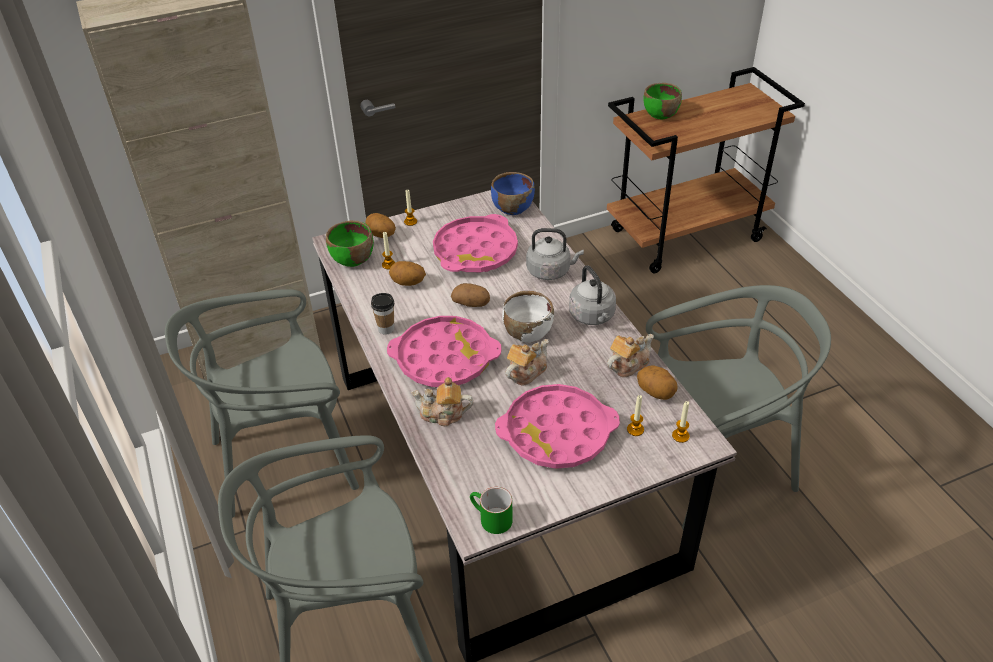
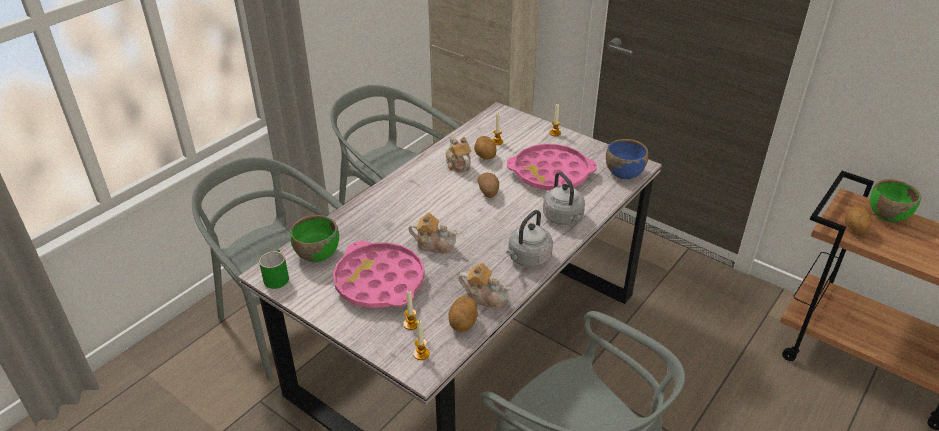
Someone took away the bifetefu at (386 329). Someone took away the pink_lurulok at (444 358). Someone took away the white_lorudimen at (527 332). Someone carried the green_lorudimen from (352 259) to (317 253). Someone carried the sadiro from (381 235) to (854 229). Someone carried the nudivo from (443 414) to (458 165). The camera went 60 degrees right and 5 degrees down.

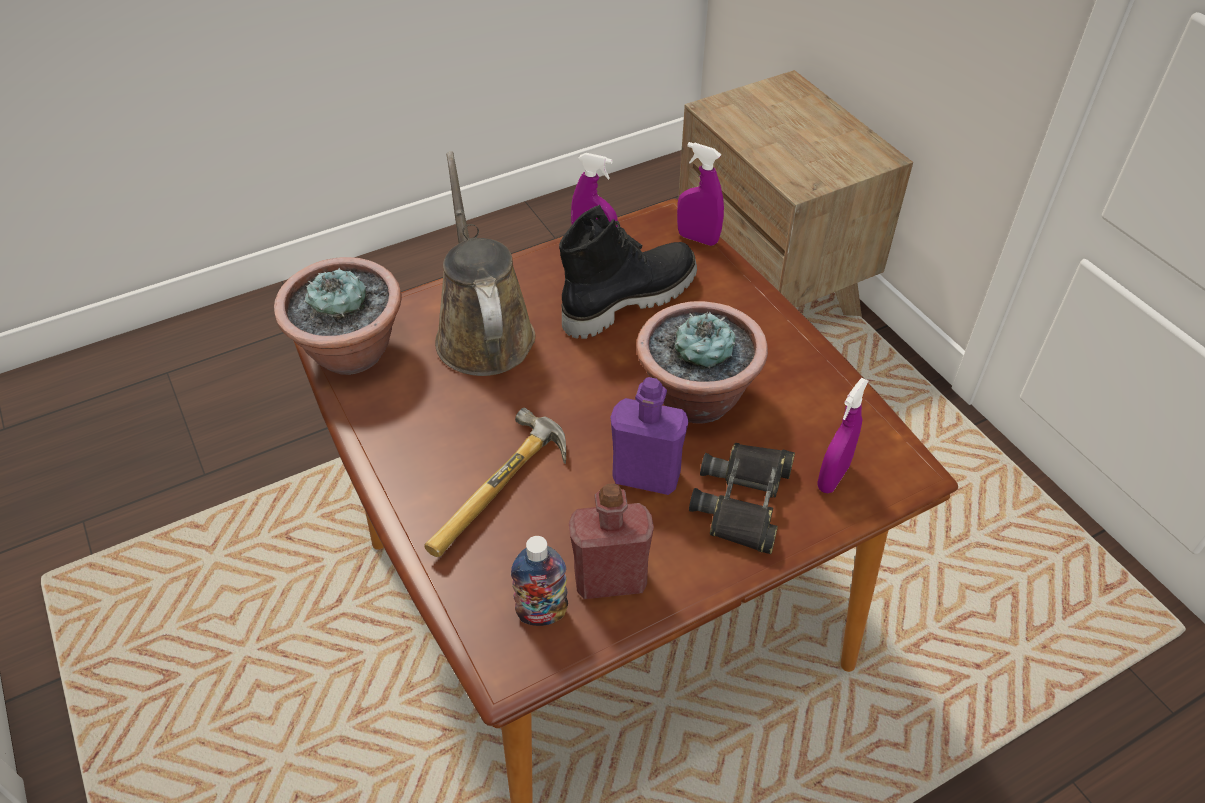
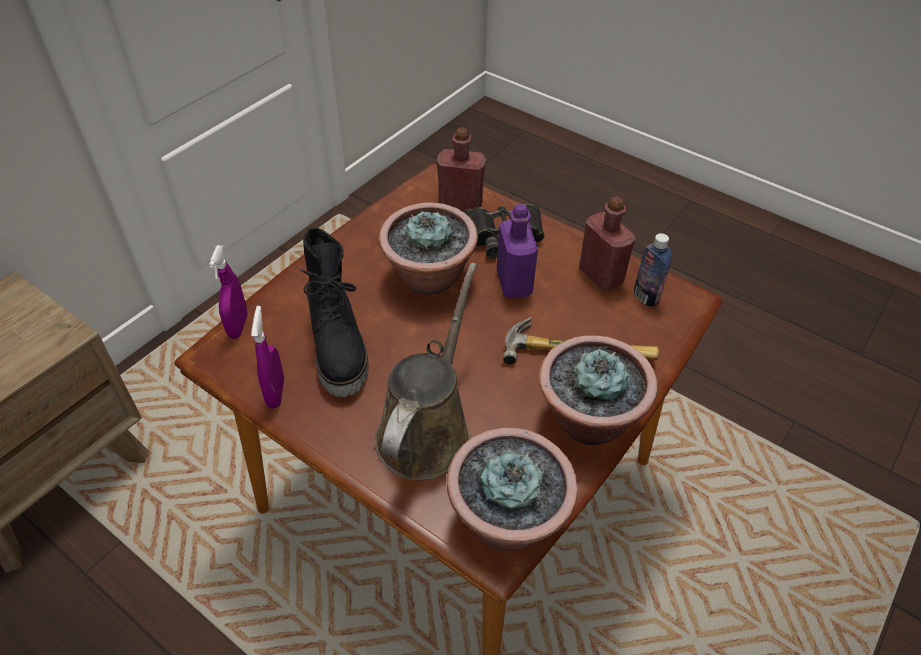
Someone put down the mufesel at (587 420). Someone swapped the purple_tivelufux at (833 477) for the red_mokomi at (460 205). Someone rotated the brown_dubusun at (483 332) by 150 degrees clockwise. Someone rotated the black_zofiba at (628 299) by 135 degrees counterclockwise. The camera went 115 degrees left and 0 degrees up.

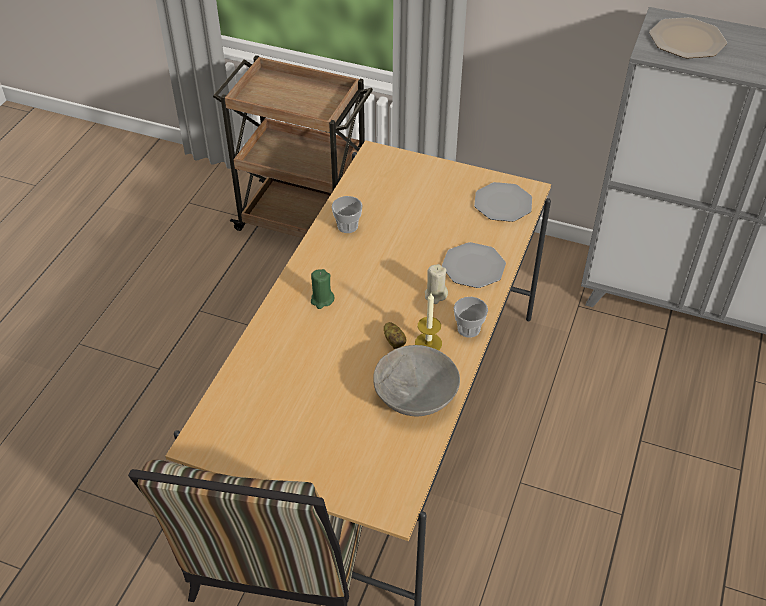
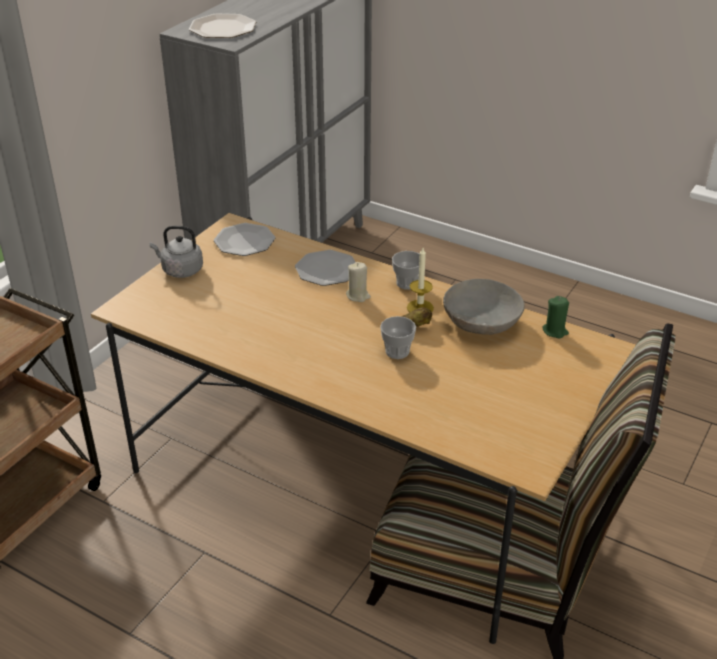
Someone put down the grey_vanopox at (180 270). Someone carried the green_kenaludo from (322 300) to (555 331). Someone carried the bifetefu from (347 226) to (397 351). The camera went 80 degrees left and 10 degrees down.

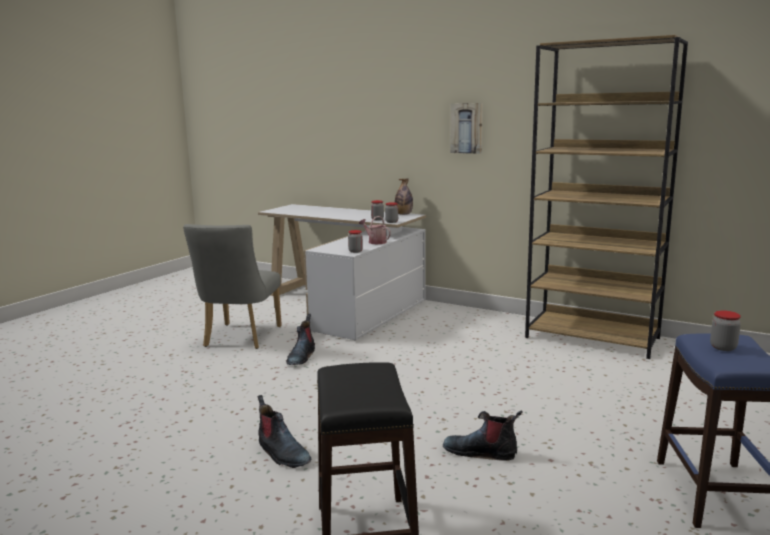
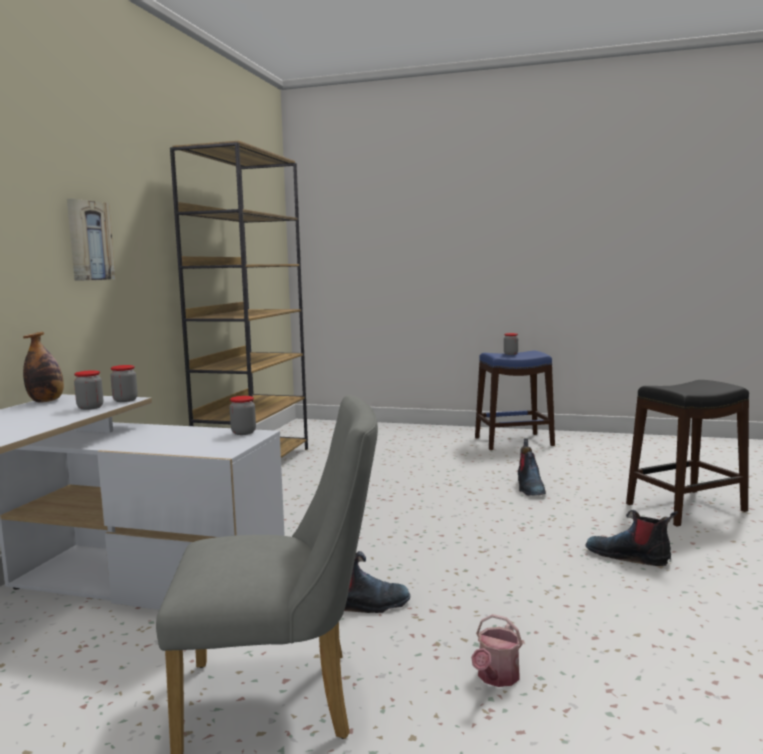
Someone carried the dubusun from (375 242) to (496 677). Someone rotated the zofiba at (282 453) by 90 degrees counterclockwise. The camera went 105 degrees left and 5 degrees down.

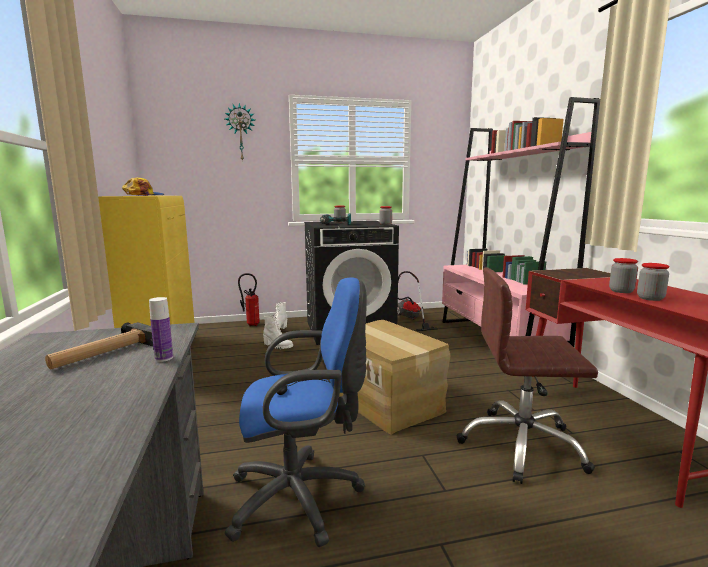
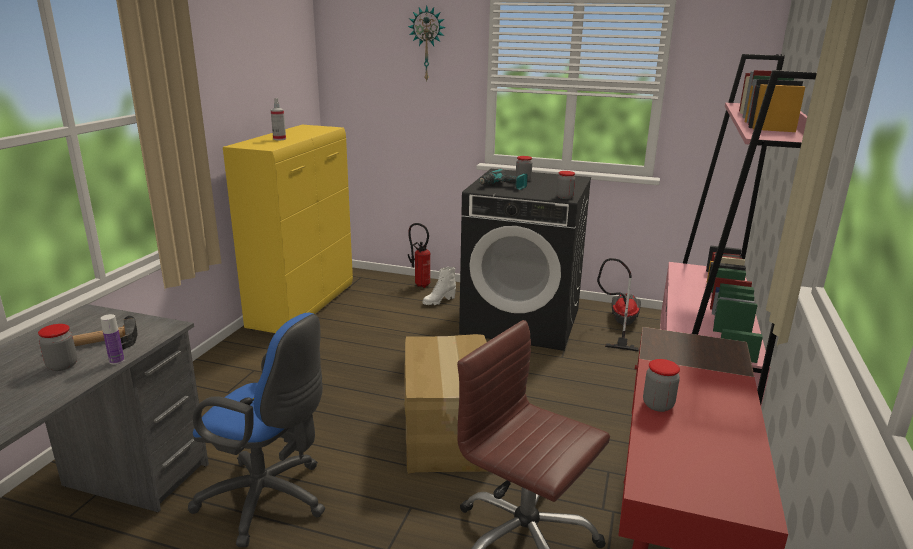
Someone took away the white_zofiba at (277 346). Someone carried the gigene from (650 298) to (62 365). Someone swapped the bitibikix at (143 195) for the tivelufux at (279 139). The camera went 30 degrees right and 10 degrees up.

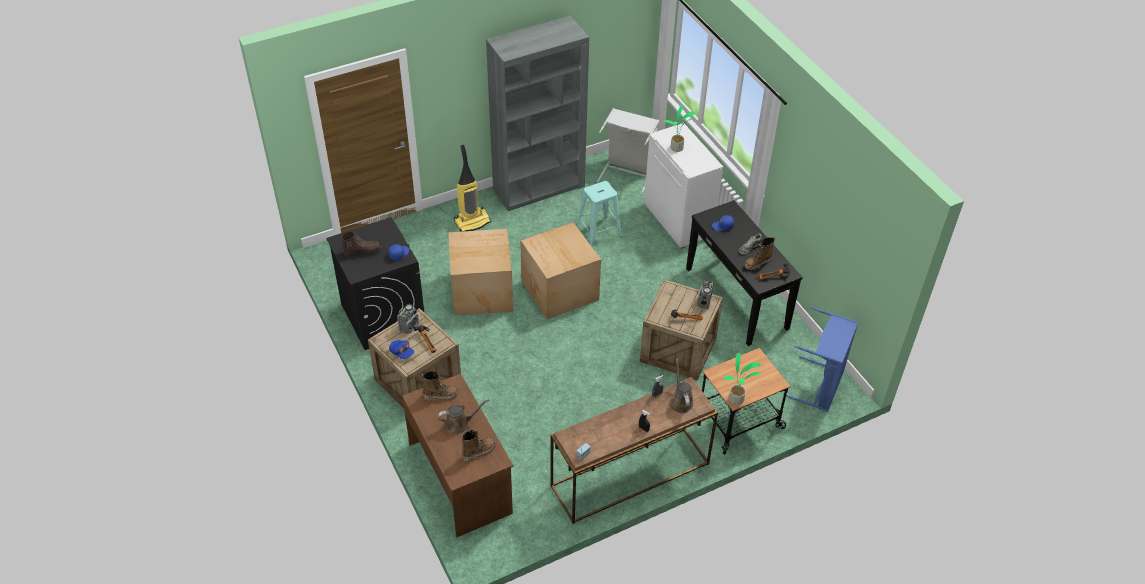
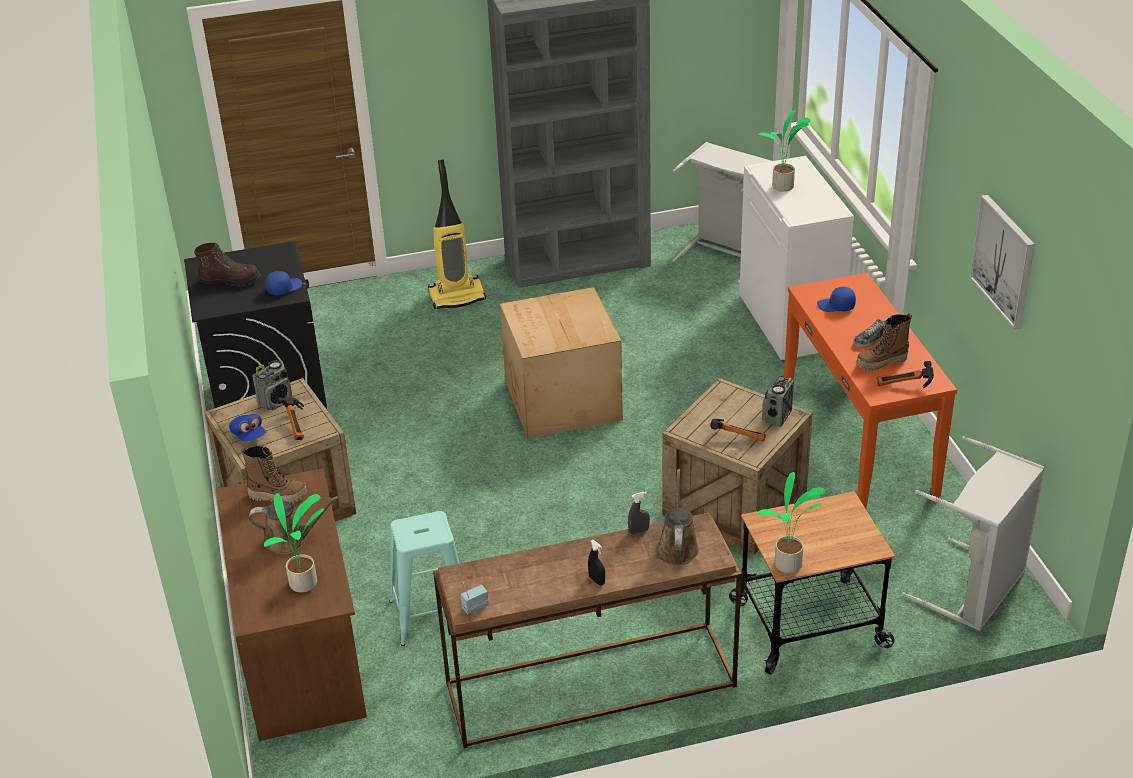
Someone took away the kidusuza at (481 291). Someone put up the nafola at (1004 261). Someone carried the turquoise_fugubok from (598 232) to (432 615). Someone swapped the zofiba at (479 451) for the mufesel at (305 584). Someone repainted the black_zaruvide at (737 298), which became the orange_zaruvide at (859 441). Someone repainted the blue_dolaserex at (820 386), which became the grey_dolaserex at (976 590). The camera went 15 degrees right and 10 degrees down.

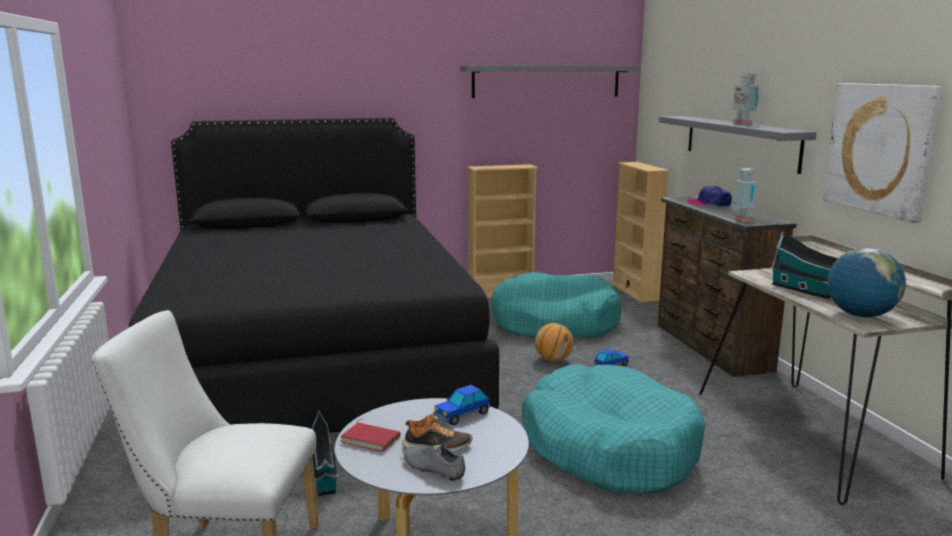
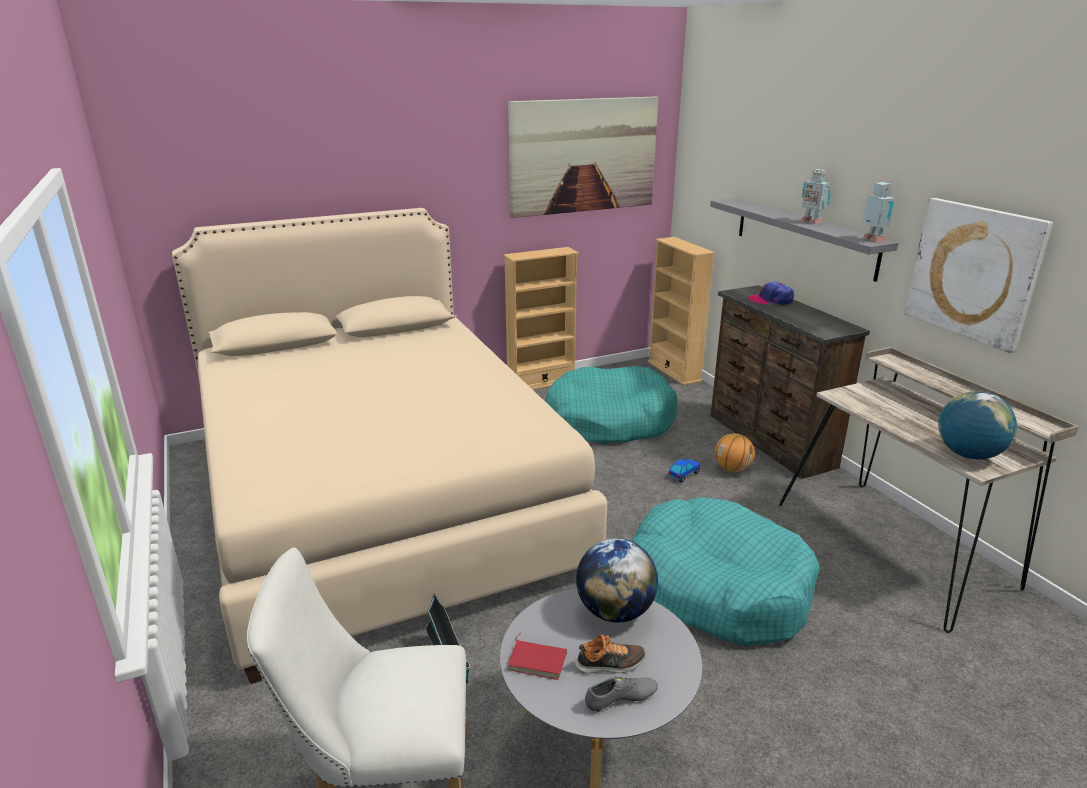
Someone took away the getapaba at (805 290). Someone carried the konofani from (553 360) to (732 469). Someone carried the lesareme from (742 221) to (873 240). Someone swapped the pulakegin at (462 415) for the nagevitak at (615 611). Someone swapped the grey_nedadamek at (546 81) for the nafola at (583 156). Someone repainted the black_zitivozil at (315 363), which became the beige_zitivozil at (379 500). Someone rotated the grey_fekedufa at (433 470) by 135 degrees clockwise. The camera went 10 degrees left and 10 degrees up.

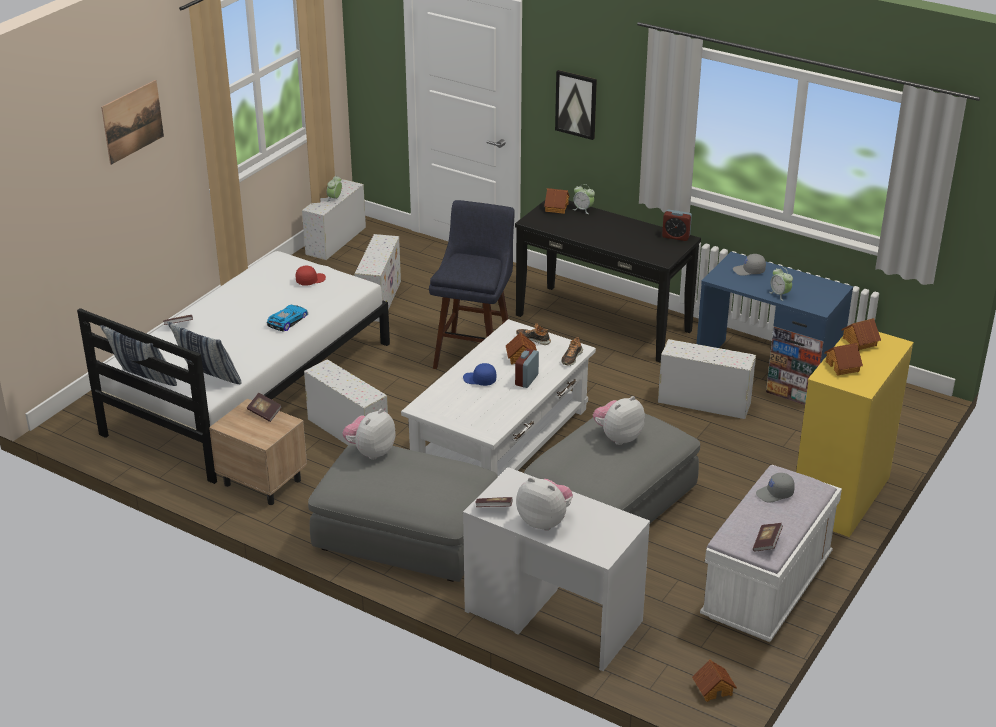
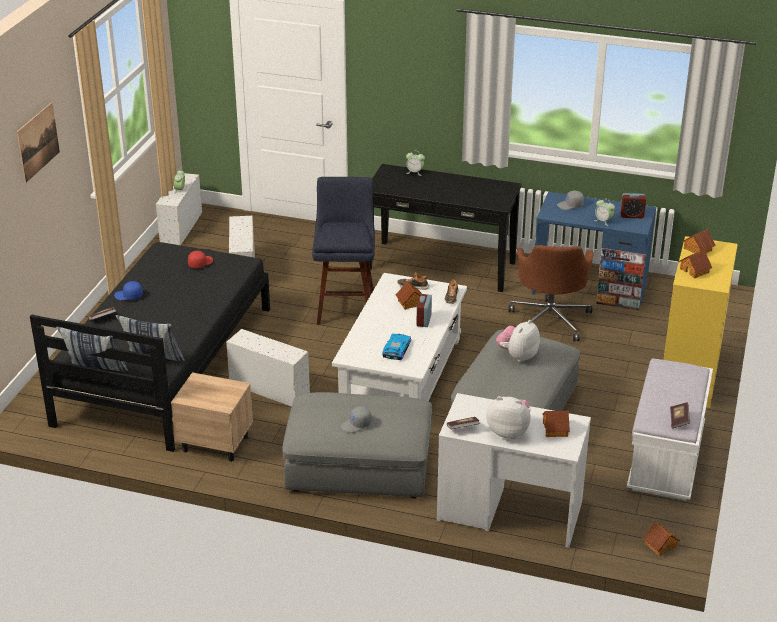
Someone took away the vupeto at (264 413). Someone took away the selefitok at (370 452). Someone took away the nafola at (576 104). Someone carried the pulakegin from (287 320) to (396 349). Someone carried the blue_bitibikix from (479 380) to (128 296). Someone carried the getapaba from (557 207) to (555 429). Someone carried the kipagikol from (676 236) to (632 215). Someone carried the grey_bitibikix from (775 494) to (356 425). Someone swapped the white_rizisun at (702 402) for the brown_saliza at (550 319). Someone repainted the white_zitivozil at (249 387), which became the black_zitivozil at (165 364). The camera went 15 degrees left and 0 degrees up.

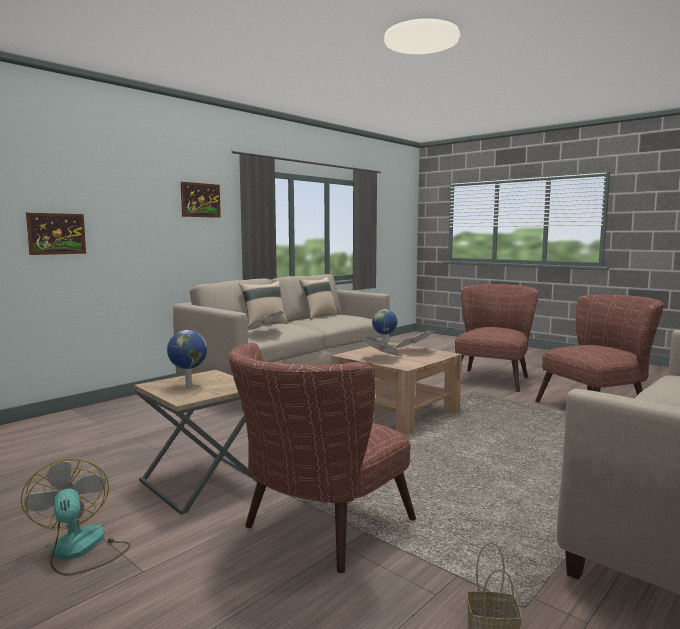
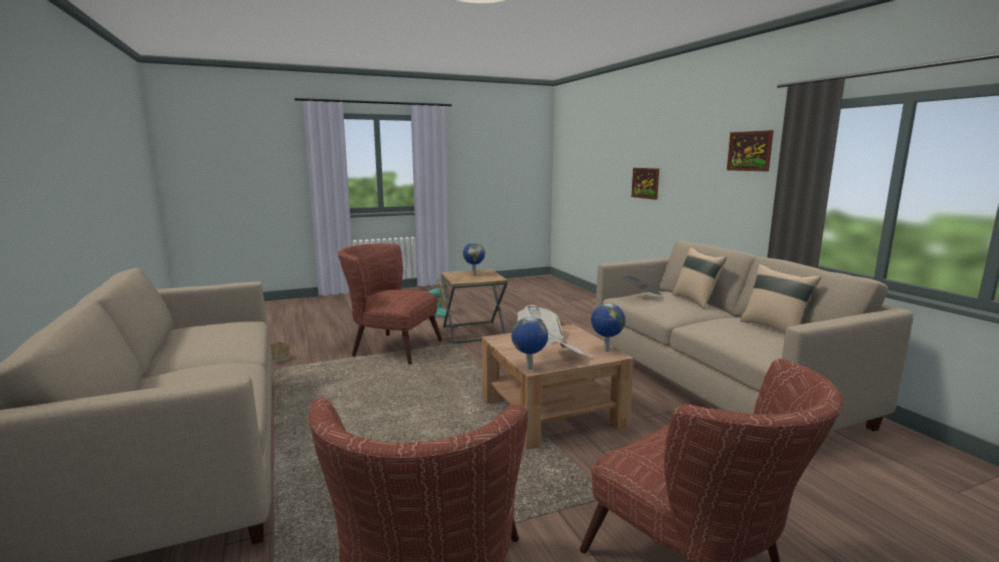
Someone put down the nagevitak at (529 369). Someone rotated the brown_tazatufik at (317 530) by 45 degrees counterclockwise. The camera went 115 degrees right and 5 degrees up.

